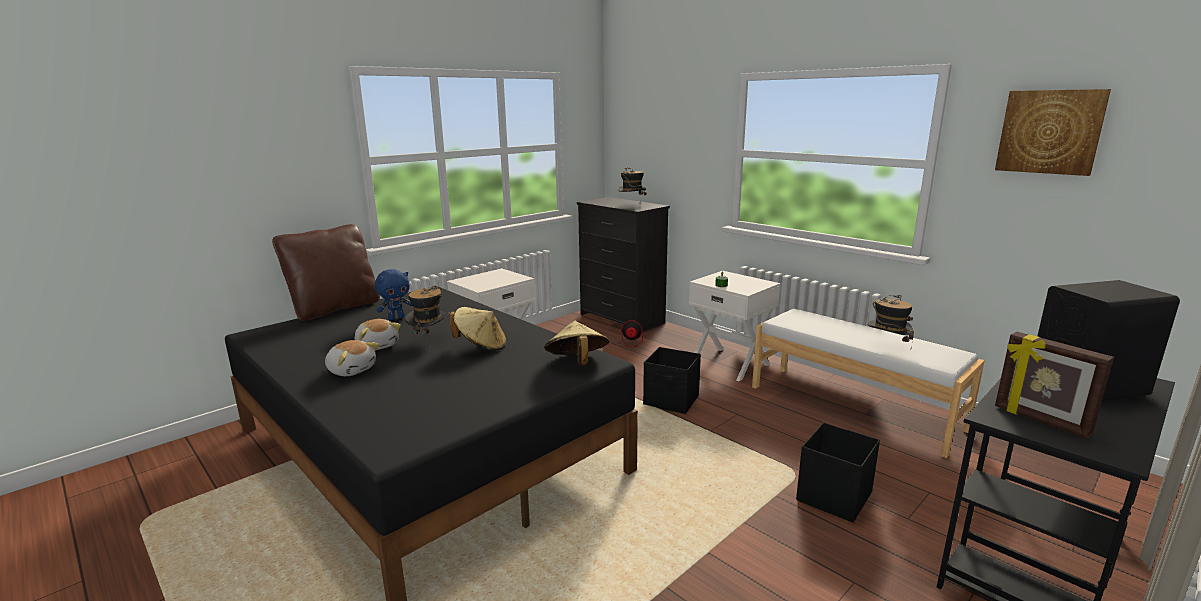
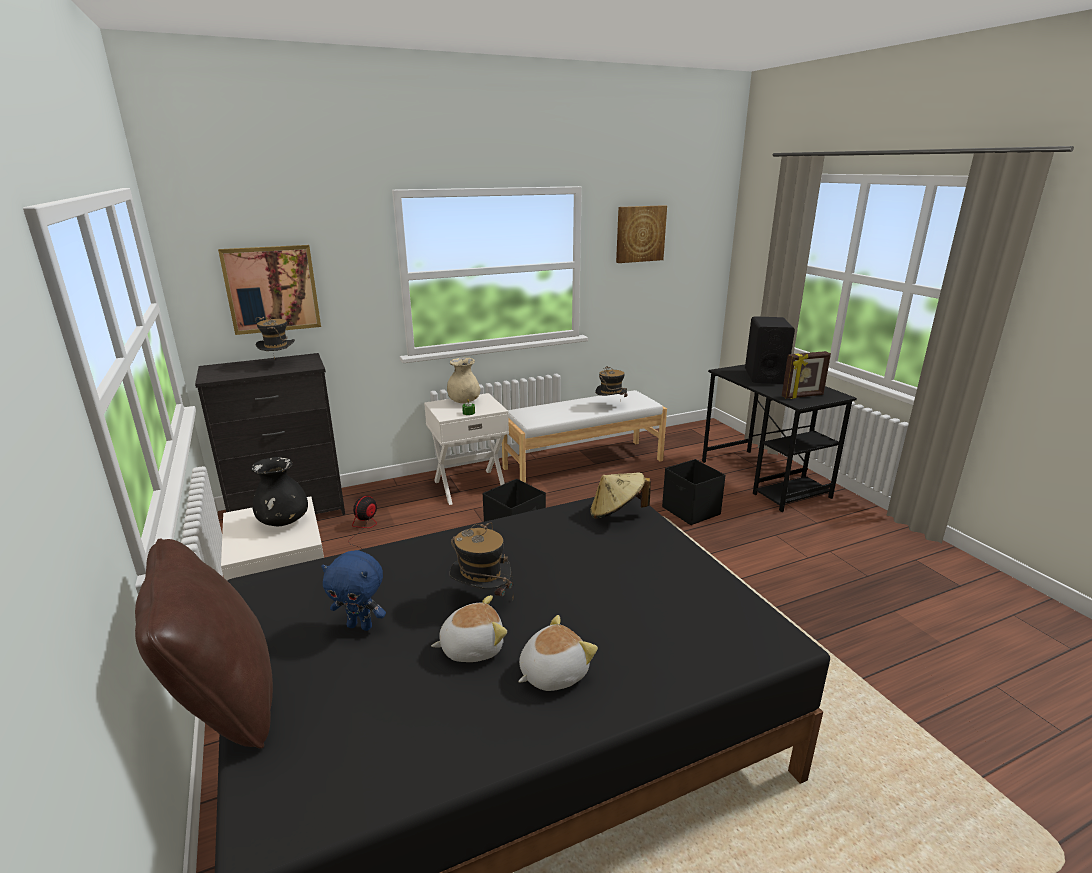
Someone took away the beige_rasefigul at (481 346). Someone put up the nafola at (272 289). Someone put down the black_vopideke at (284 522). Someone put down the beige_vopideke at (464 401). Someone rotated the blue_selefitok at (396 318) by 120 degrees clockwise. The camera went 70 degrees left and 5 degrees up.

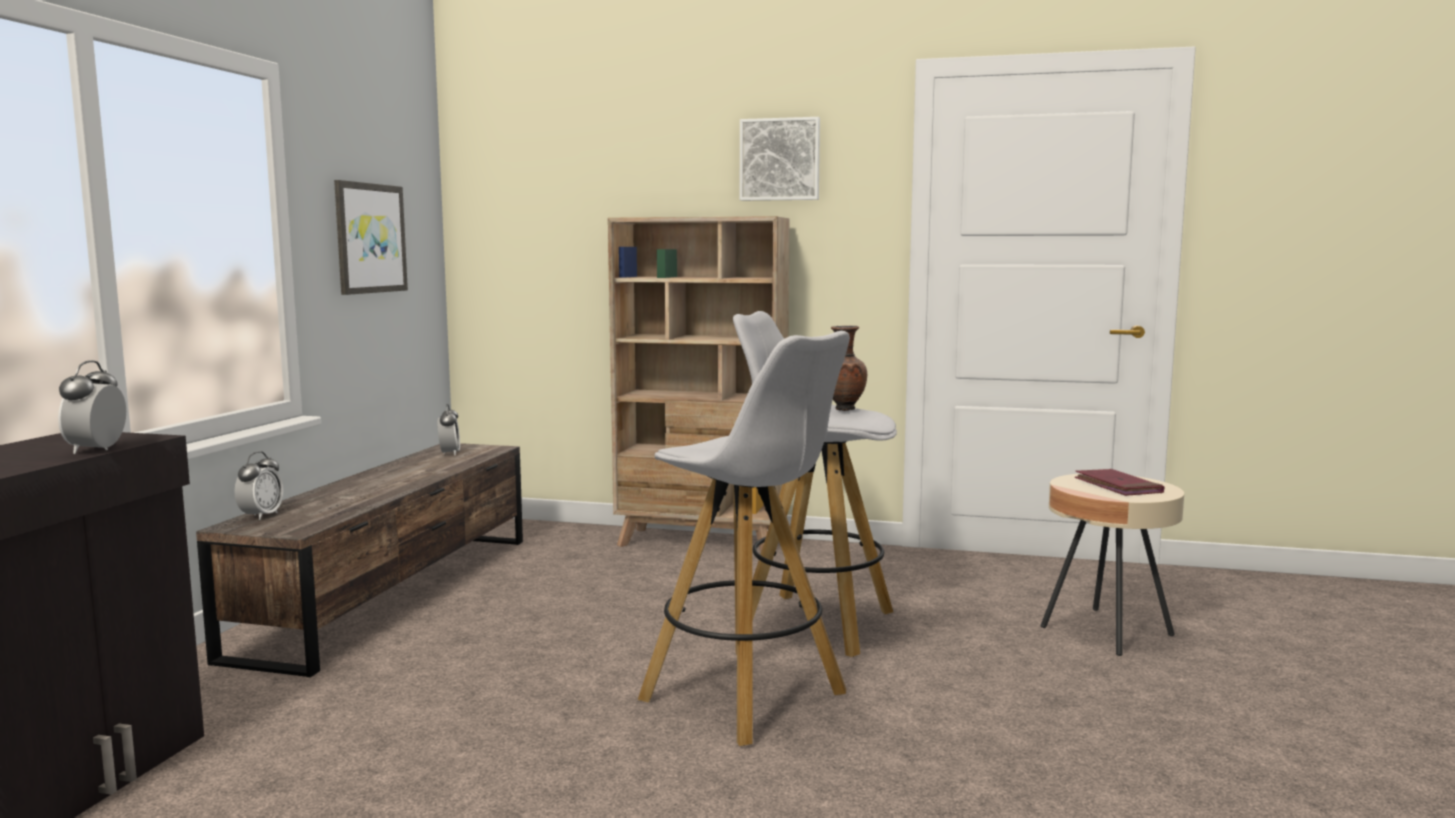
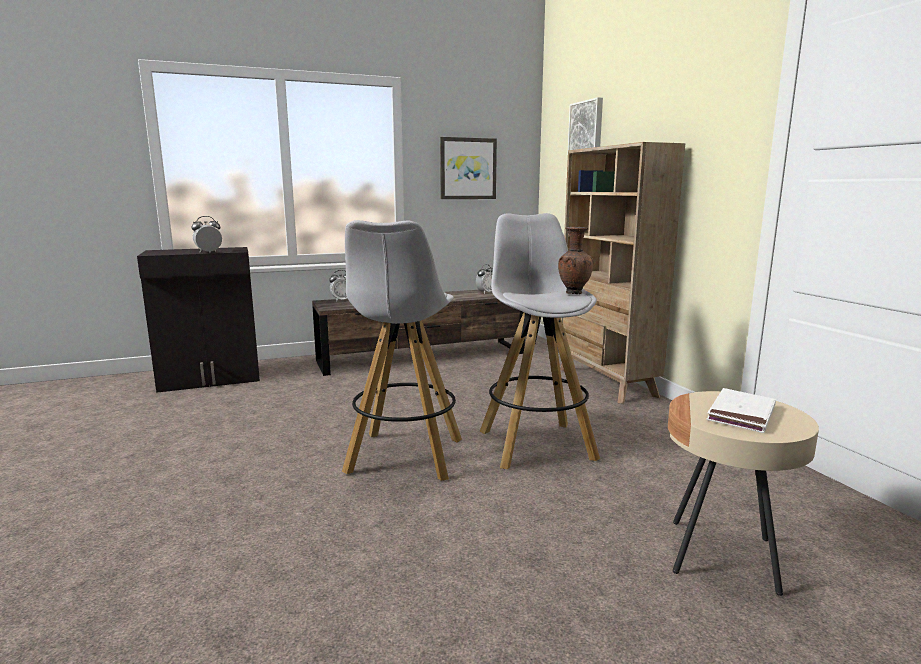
Someone carried the nafola from (780 159) to (587 127). Someone repainted the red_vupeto at (1118 486), which became the white_vupeto at (741 414). The camera went 55 degrees right and 5 degrees up.

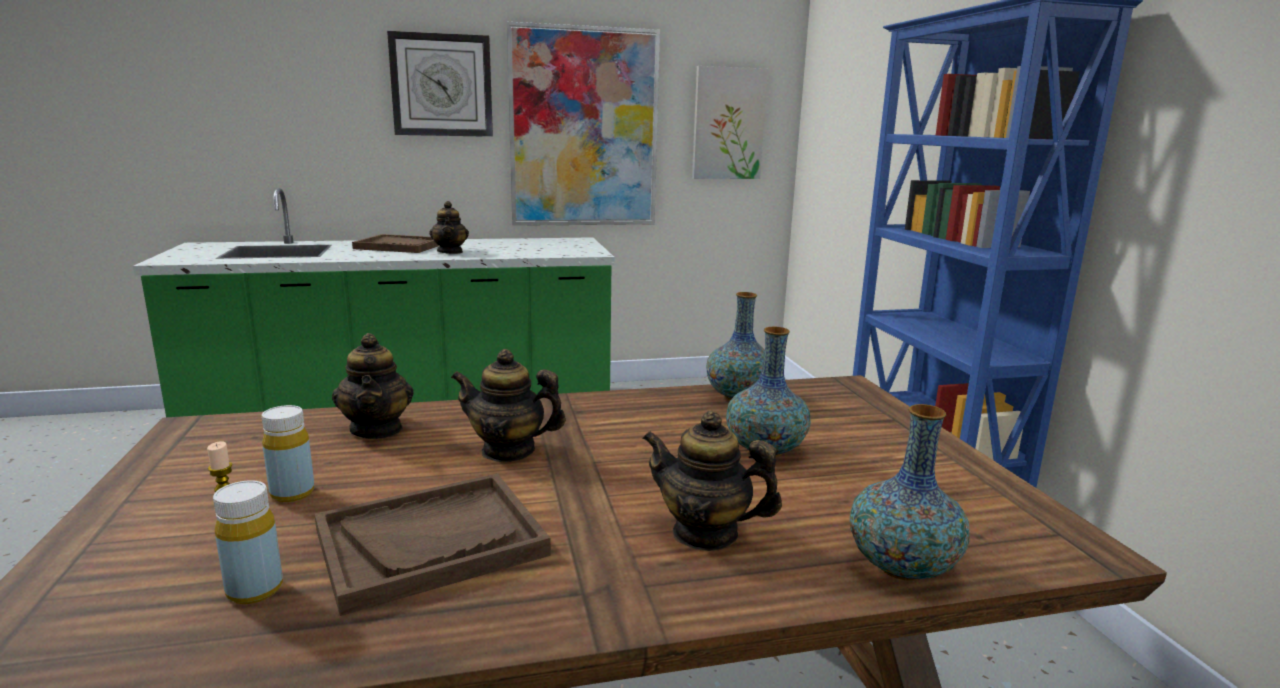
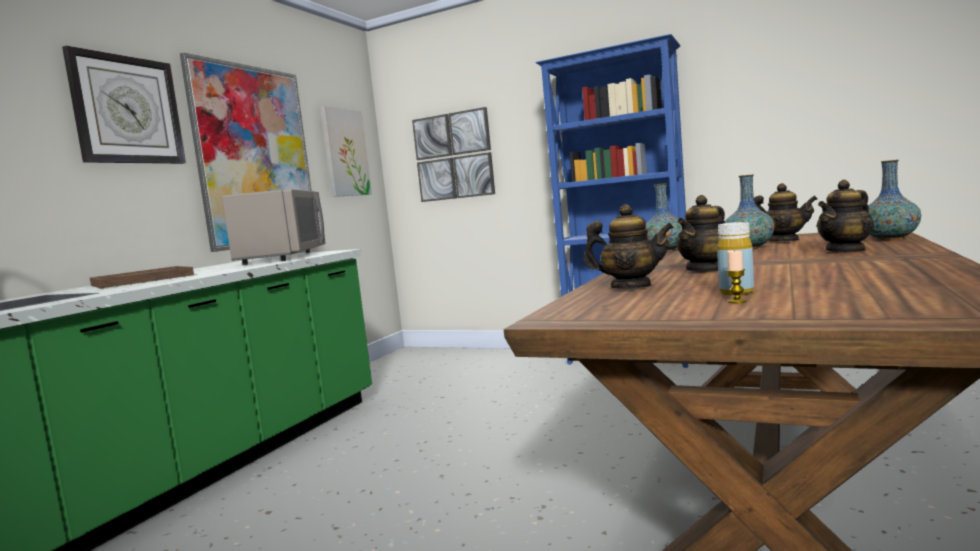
Someone took away the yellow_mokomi at (255 590). Someone took away the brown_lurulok at (431 542). Someone put down the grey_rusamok at (283 258). Someone put up the nafola at (453 156). Someone carried the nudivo from (450 252) to (783 241). The camera went 50 degrees left and 10 degrees down.

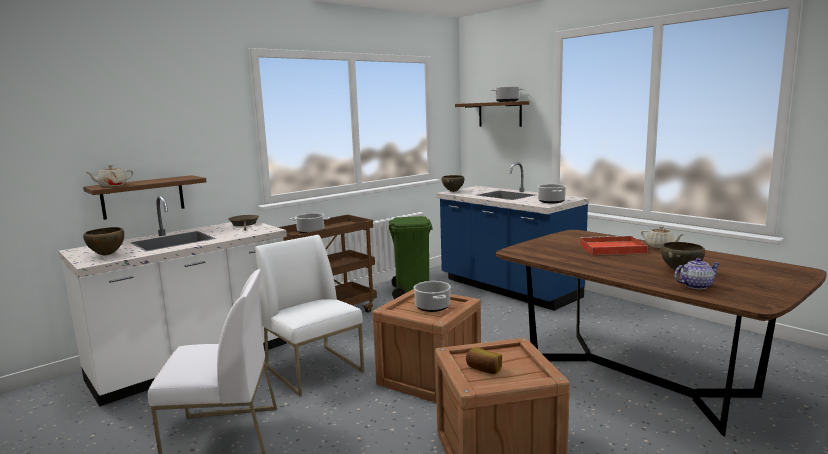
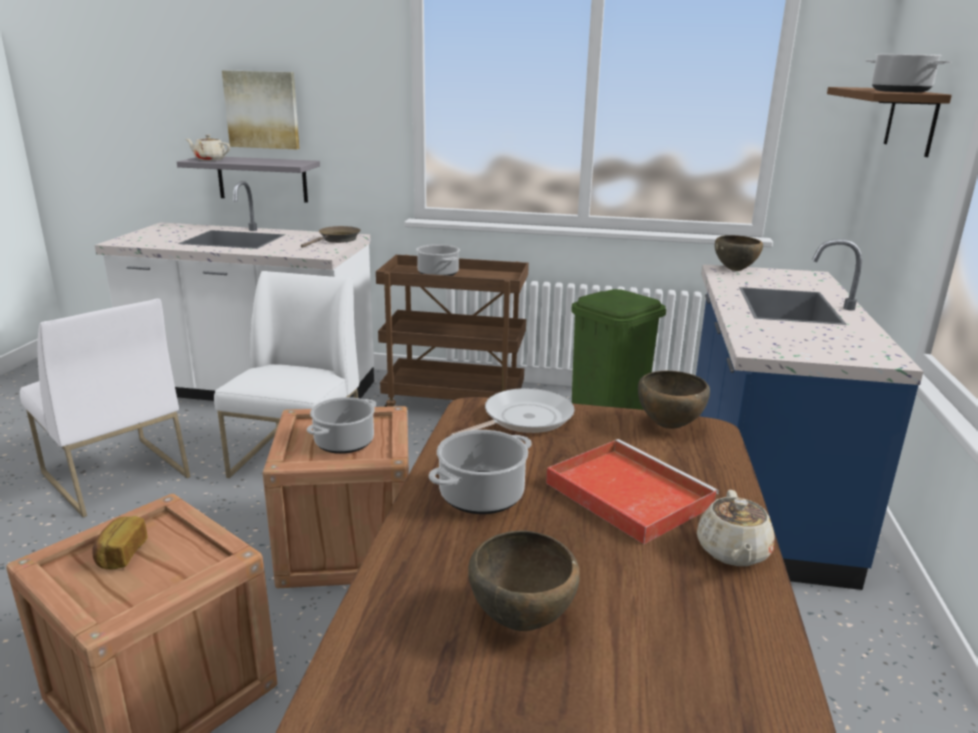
Someone took away the nudivo at (695 286). Someone put up the nafola at (262 110). Someone put down the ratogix at (523 419). Someone carried the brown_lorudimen from (107 254) to (669 426). Someone carried the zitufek from (551 201) to (481 496). Someone repainted the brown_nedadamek at (143 197), which became the grey_nedadamek at (262 179). The camera went 50 degrees right and 10 degrees up.

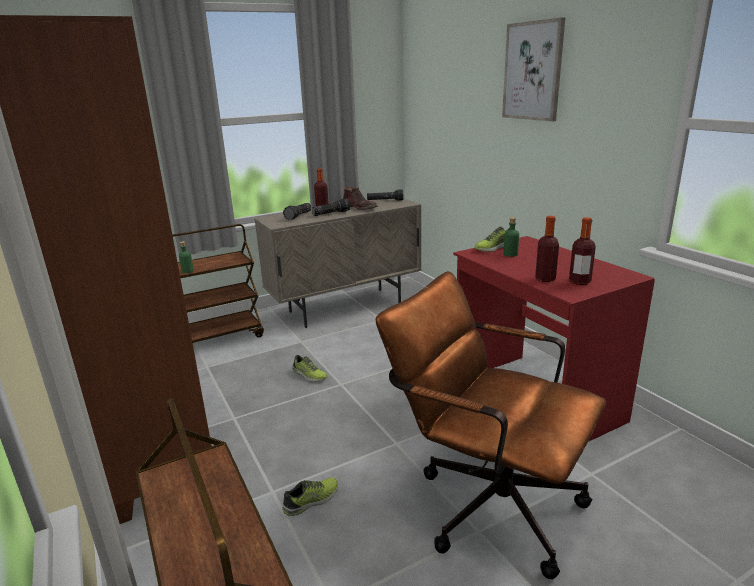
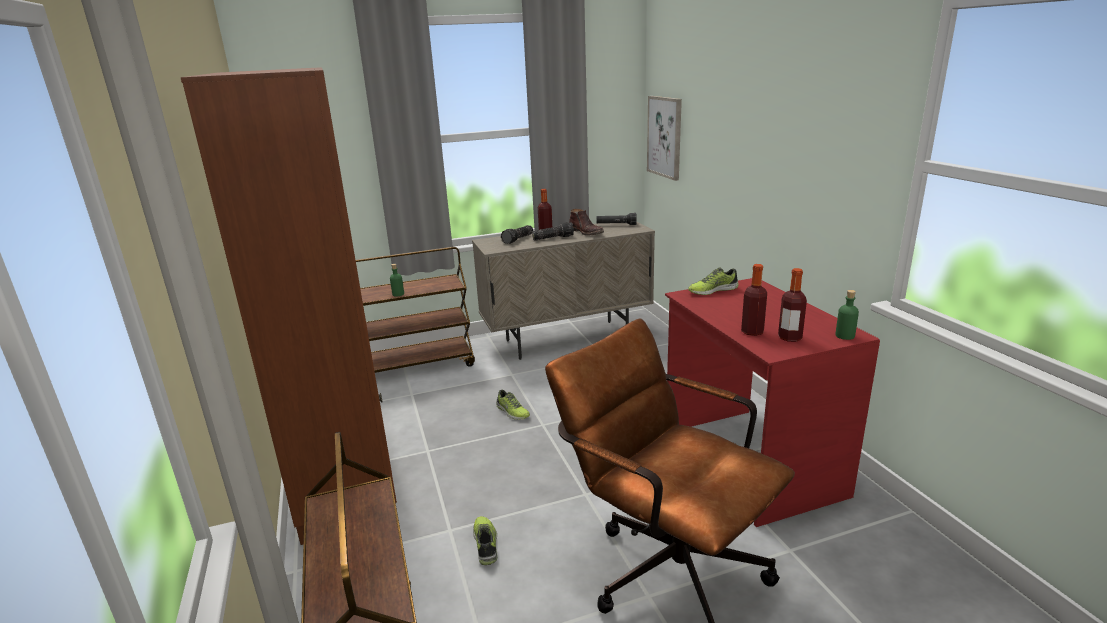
Someone carried the nafola from (533 71) to (665 137). Someone carried the green_mokomi from (510 254) to (845 336). Someone rotated the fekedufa at (312 501) by 75 degrees counterclockwise. The camera went 10 degrees right and 0 degrees up.

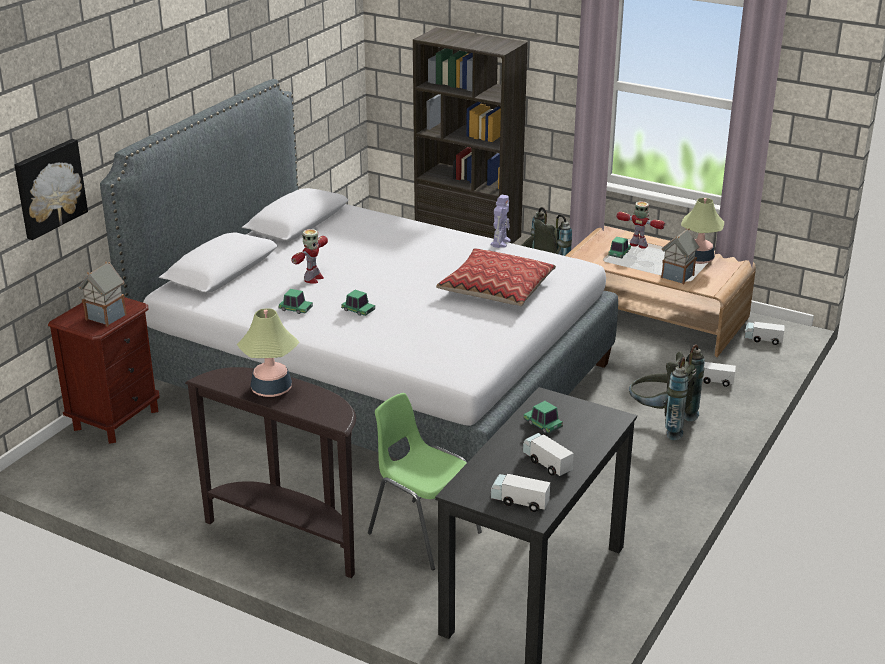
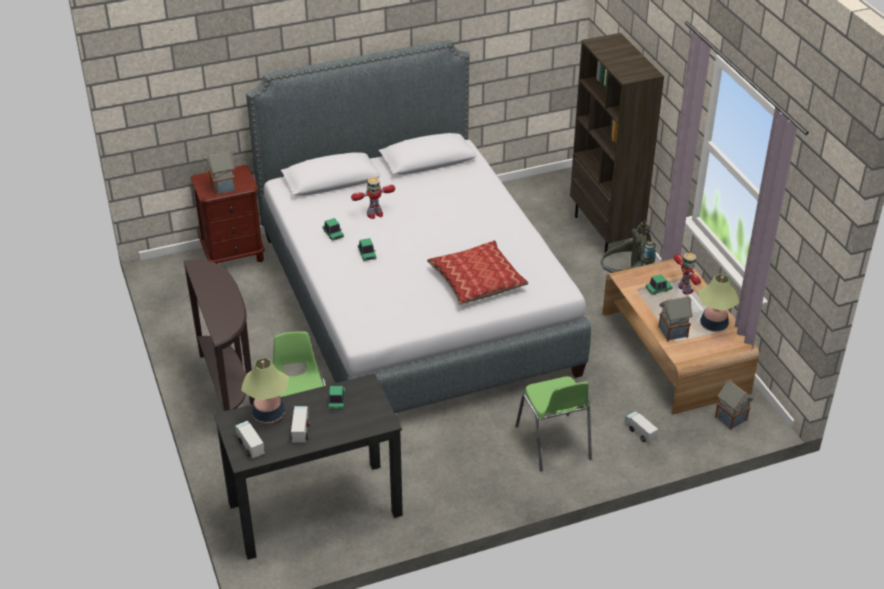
Someone took away the nafola at (49 188). Someone took away the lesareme at (500 242). Someone carried the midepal from (271 389) to (268 414). Someone swapped the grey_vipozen at (661 422) for the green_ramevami at (553 443). Someone swapped the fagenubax at (763 339) for the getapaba at (731 419). The camera went 40 degrees right and 10 degrees up.

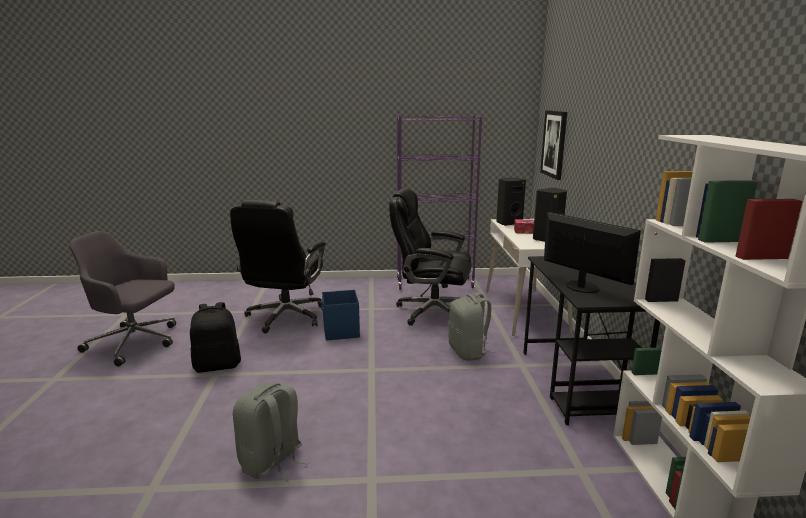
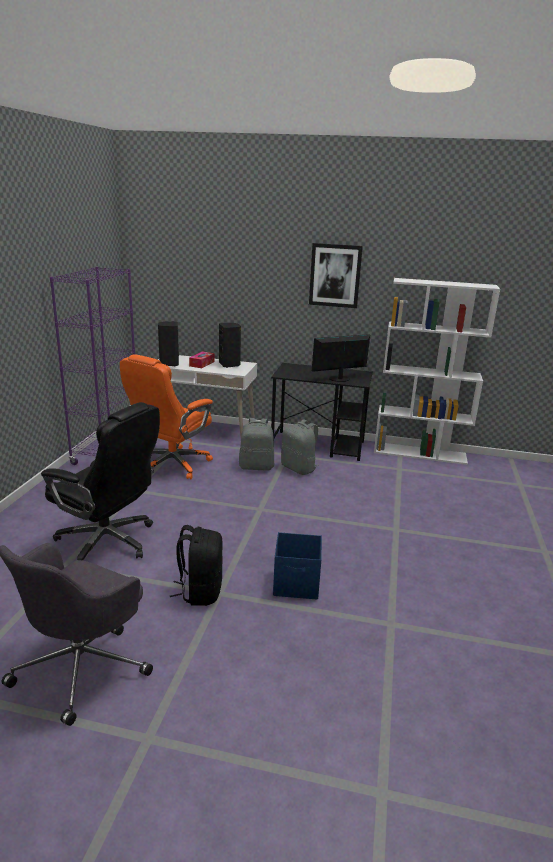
Someone carried the grey_vipozen from (272 462) to (299 468). Someone carried the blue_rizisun from (341 331) to (297 585). Someone carried the nafola from (554 144) to (335 275). Someone repainted the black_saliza at (431 311), which became the orange_saliza at (170 464). The camera went 75 degrees left and 5 degrees up.

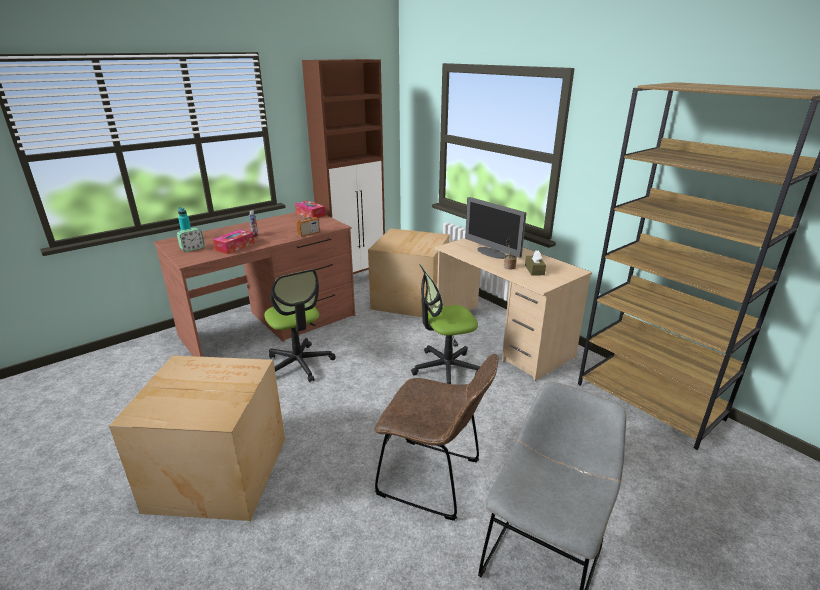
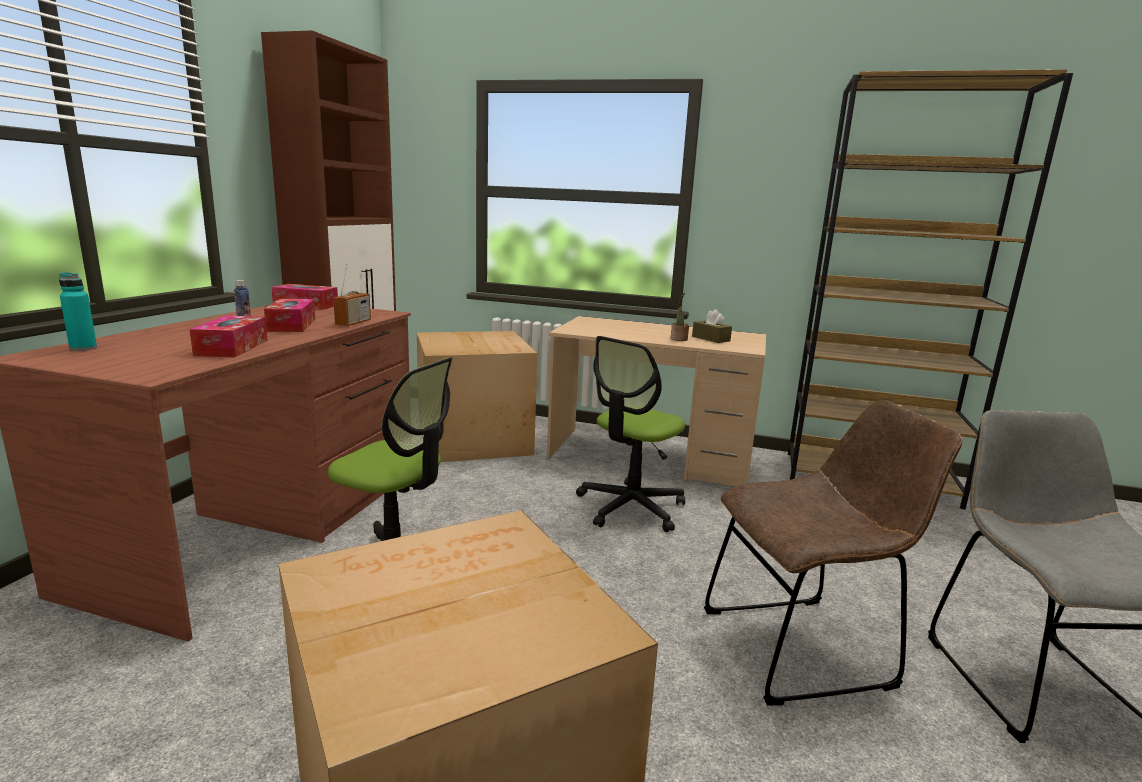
Someone took away the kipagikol at (192 249). Someone took away the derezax at (491 253). Someone put down the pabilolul at (292 325). The camera went 35 degrees left and 10 degrees down.

